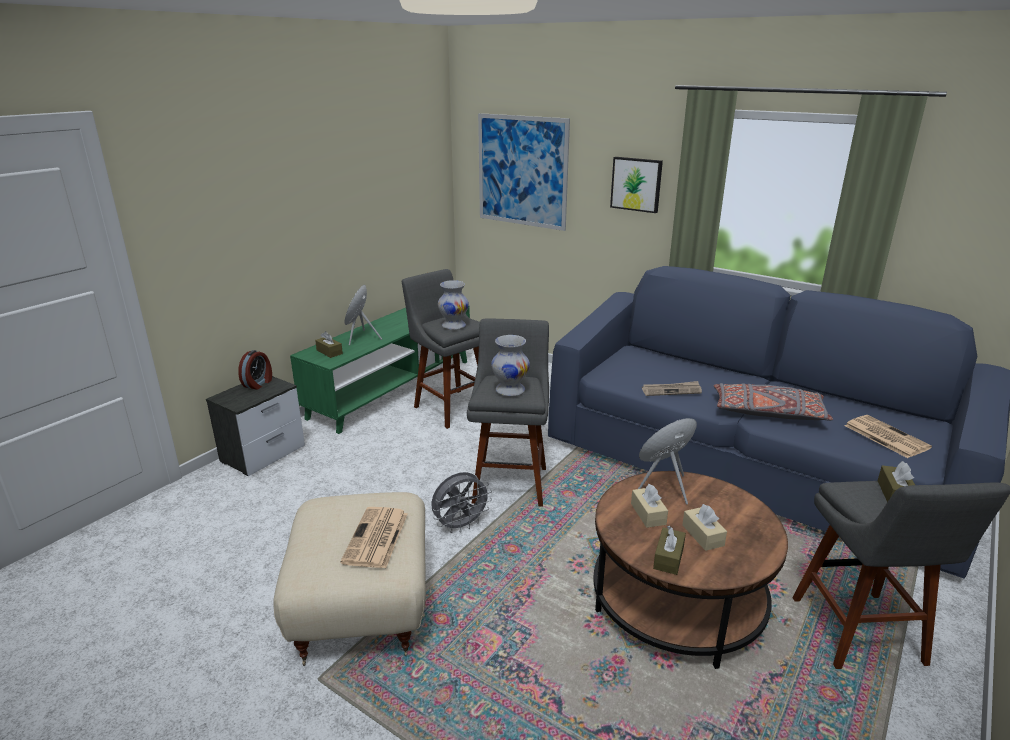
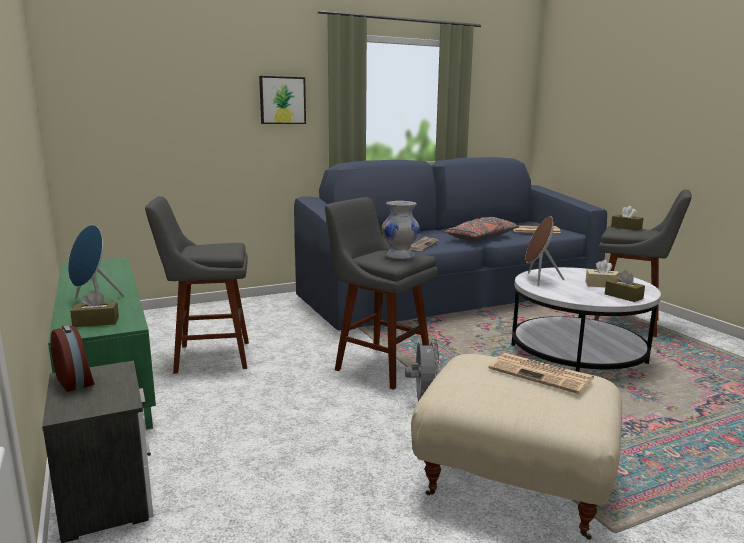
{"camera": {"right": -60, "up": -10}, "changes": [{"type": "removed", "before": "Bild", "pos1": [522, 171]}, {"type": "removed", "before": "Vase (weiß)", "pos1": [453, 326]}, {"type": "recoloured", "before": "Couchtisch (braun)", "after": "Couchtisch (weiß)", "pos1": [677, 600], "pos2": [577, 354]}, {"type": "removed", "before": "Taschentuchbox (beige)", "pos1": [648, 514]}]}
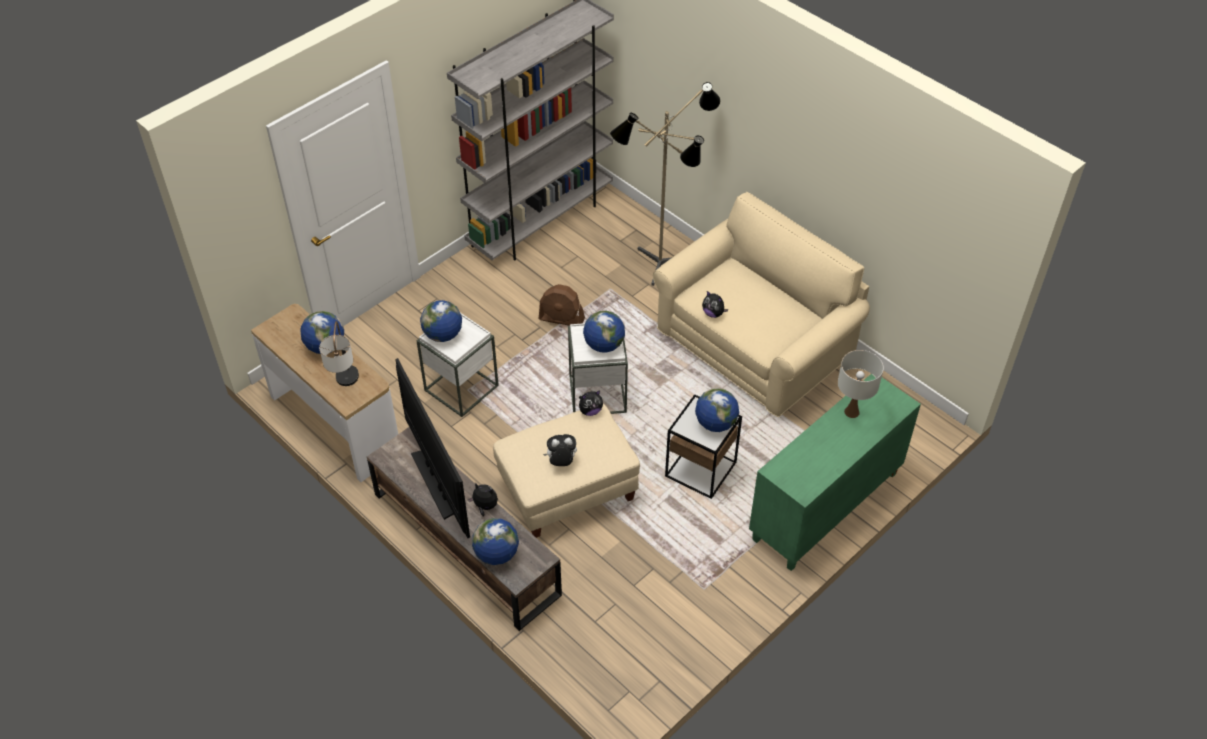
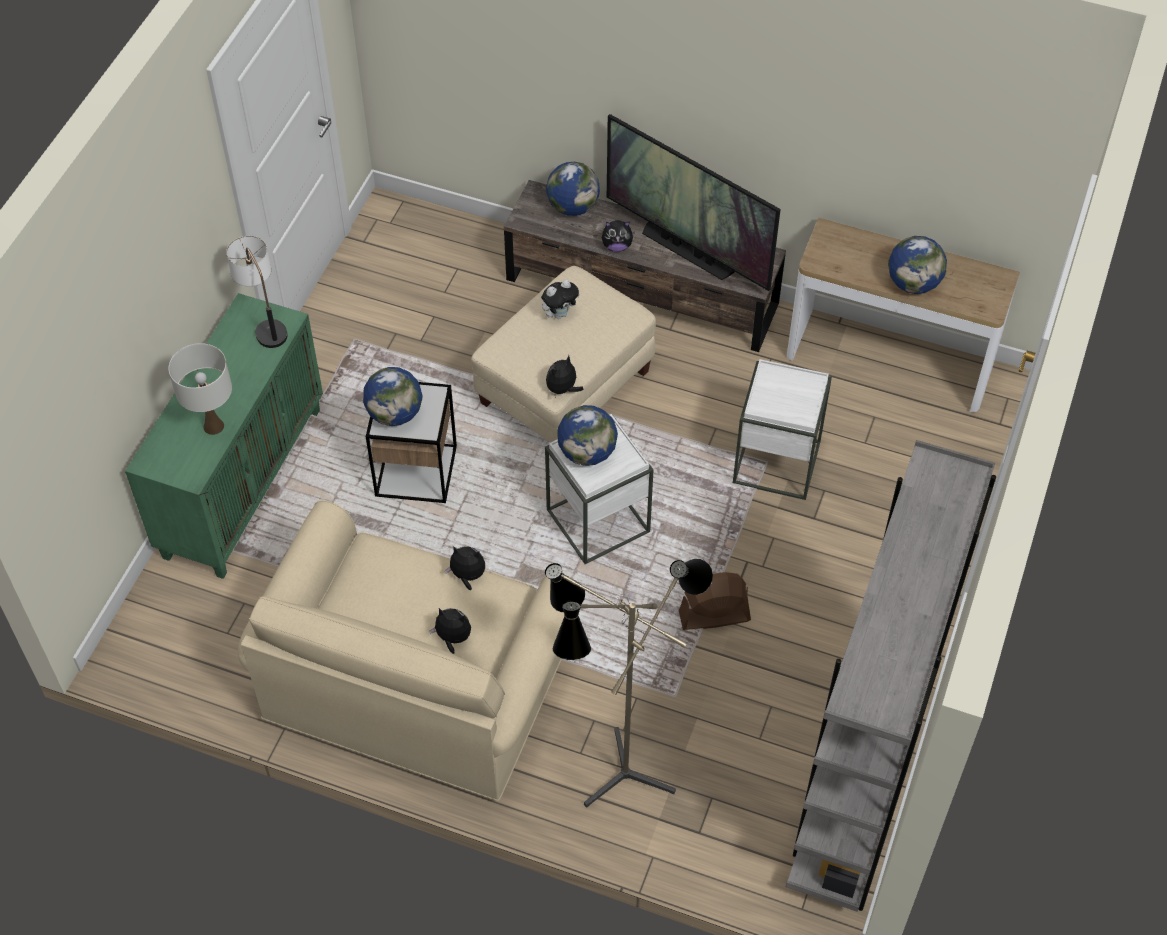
{"camera": {"right": 155, "up": 5}, "changes": [{"type": "removed", "before": "Globus", "pos1": [443, 335]}, {"type": "moved", "before": "Tischlampe", "pos1": [346, 386], "pos2": [265, 323]}, {"type": "added", "after": "Plüschtier", "pos2": [453, 638]}]}
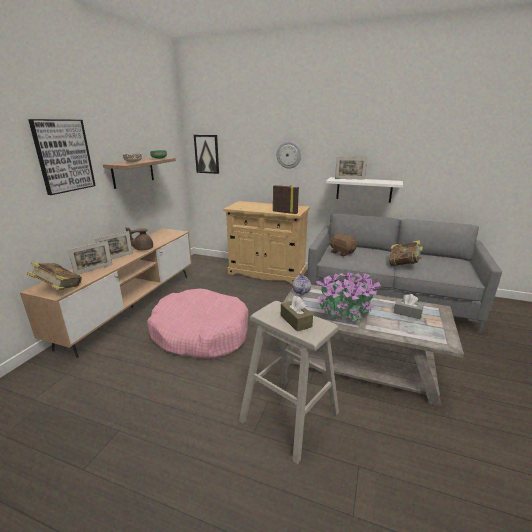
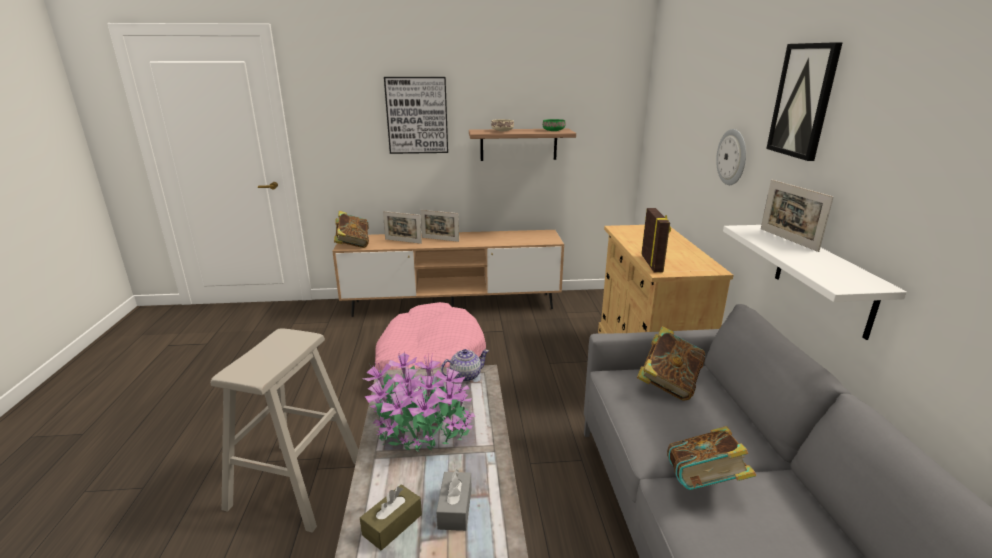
{"camera": {"right": 65, "up": 0}, "changes": [{"type": "moved", "before": "Bild", "pos1": [207, 154], "pos2": [803, 101]}, {"type": "removed", "before": "Teekanne (braun)", "pos1": [142, 249]}, {"type": "replaced", "before": "Plüschtier (braun)", "after": "Buch", "pos1": [342, 252], "pos2": [668, 384]}, {"type": "moved", "before": "Taschentuchbox (braun)", "pos1": [296, 321], "pos2": [392, 524]}]}
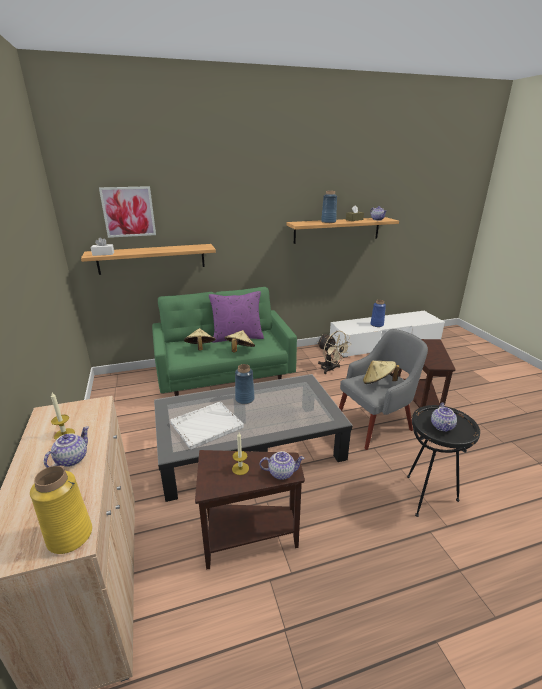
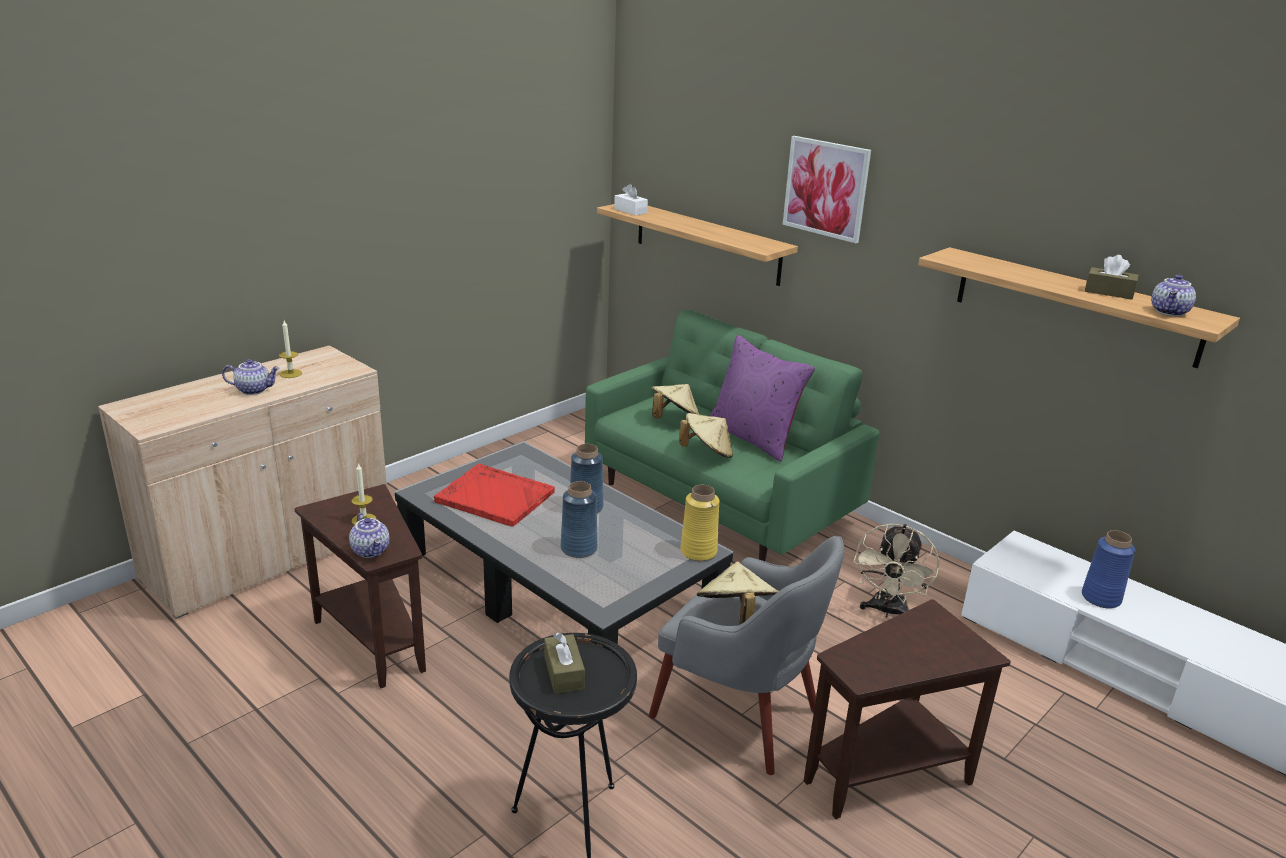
{"camera": {"right": 60, "up": 0}, "changes": [{"type": "moved", "before": "Bild", "pos1": [128, 212], "pos2": [826, 188]}, {"type": "moved", "before": "Vase (blau)", "pos1": [328, 222], "pos2": [579, 548]}, {"type": "recoloured", "before": "Tablett (weiß)", "after": "Tablett (rot)", "pos1": [206, 425], "pos2": [494, 496]}, {"type": "replaced", "before": "Teekanne", "after": "Taschentuchbox (braun)", "pos1": [442, 427], "pos2": [564, 673]}, {"type": "moved", "before": "Vase (gelb)", "pos1": [69, 536], "pos2": [698, 551]}]}
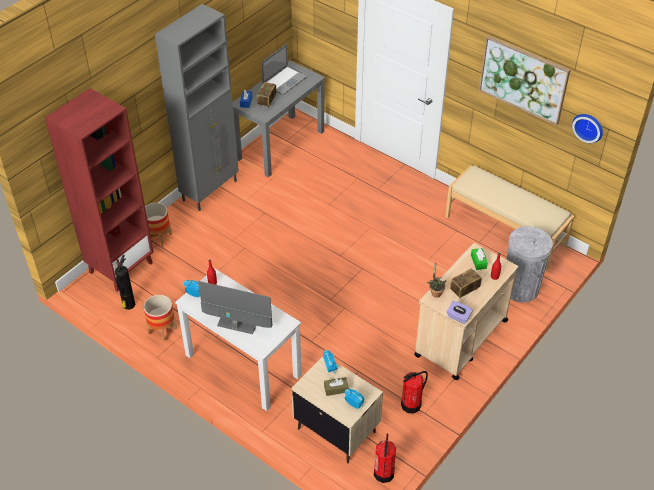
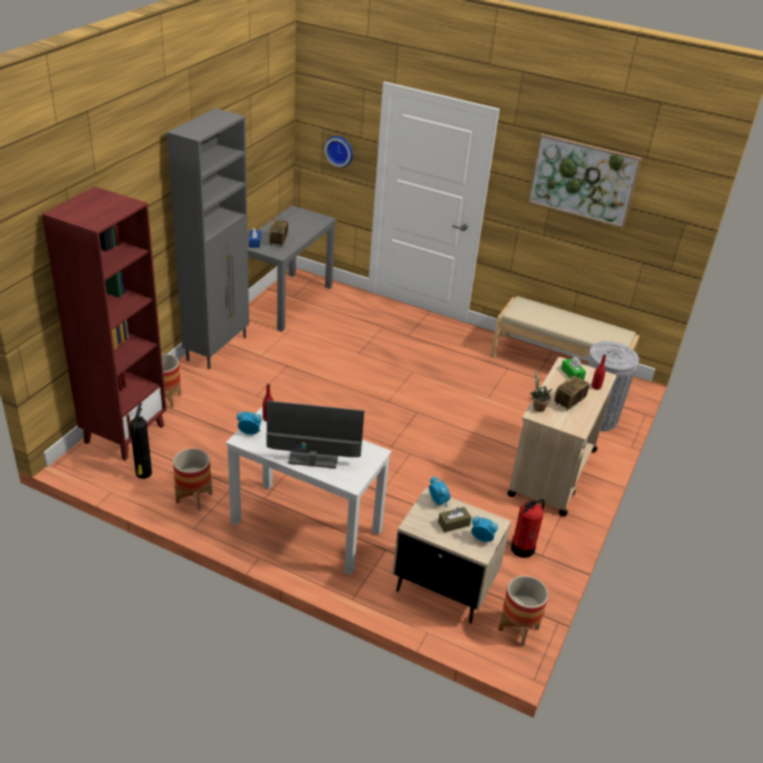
{"camera": {"right": -15, "up": -10}, "changes": [{"type": "removed", "before": "Laptop", "pos1": [285, 80]}, {"type": "moved", "before": "Wanduhr", "pos1": [588, 126], "pos2": [340, 150]}, {"type": "removed", "before": "Taschentuchbox (lila)", "pos1": [458, 317]}, {"type": "replaced", "before": "Feuerlöscher", "after": "Pflanzkübel", "pos1": [384, 473], "pos2": [518, 629]}]}
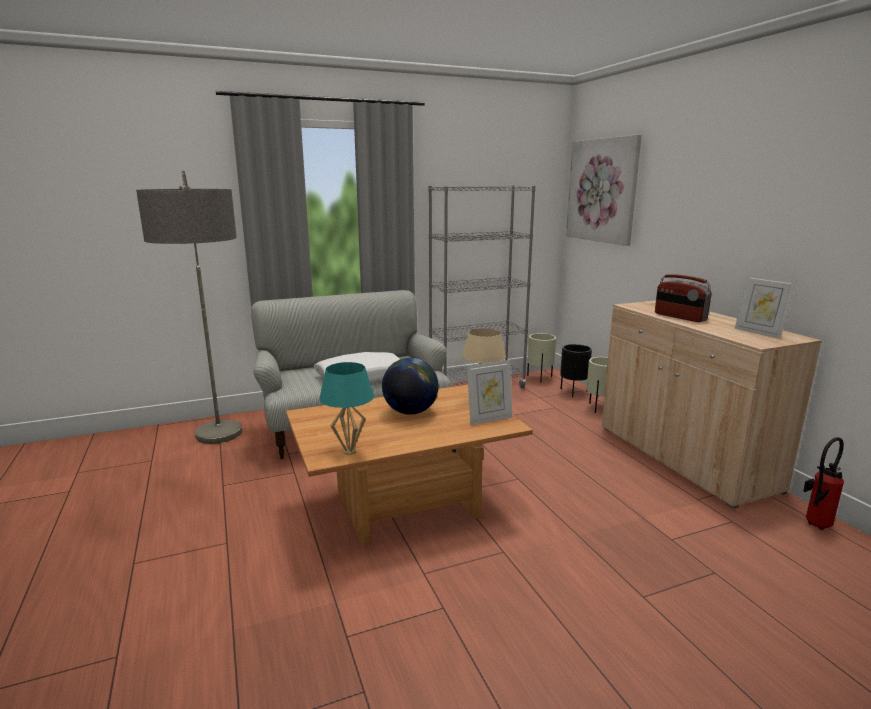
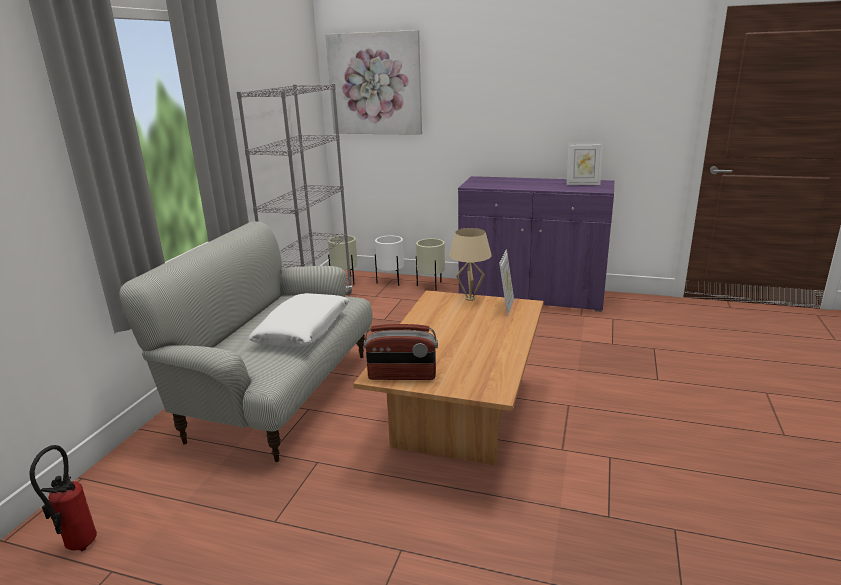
{"camera": {"right": -50, "up": 5}, "changes": [{"type": "removed", "before": "Stehlampe", "pos1": [220, 457]}, {"type": "moved", "before": "Radio", "pos1": [679, 317], "pos2": [402, 376]}, {"type": "recoloured", "before": "Schrank (beige)", "after": "Schrank (lila)", "pos1": [683, 457], "pos2": [531, 295]}, {"type": "recoloured", "before": "Pflanzkübel (schwarz)", "after": "Pflanzkübel (weiß)", "pos1": [573, 392], "pos2": [391, 282]}, {"type": "removed", "before": "Globus", "pos1": [410, 412]}, {"type": "removed", "before": "Tischlampe (türkis)", "pos1": [349, 451]}, {"type": "moved", "before": "Feuerlöscher", "pos1": [814, 525], "pos2": [77, 547]}]}
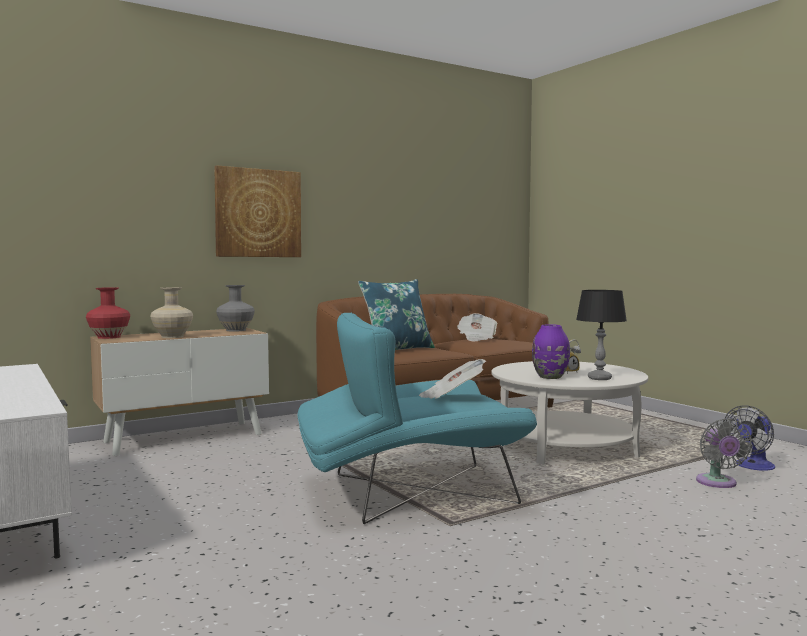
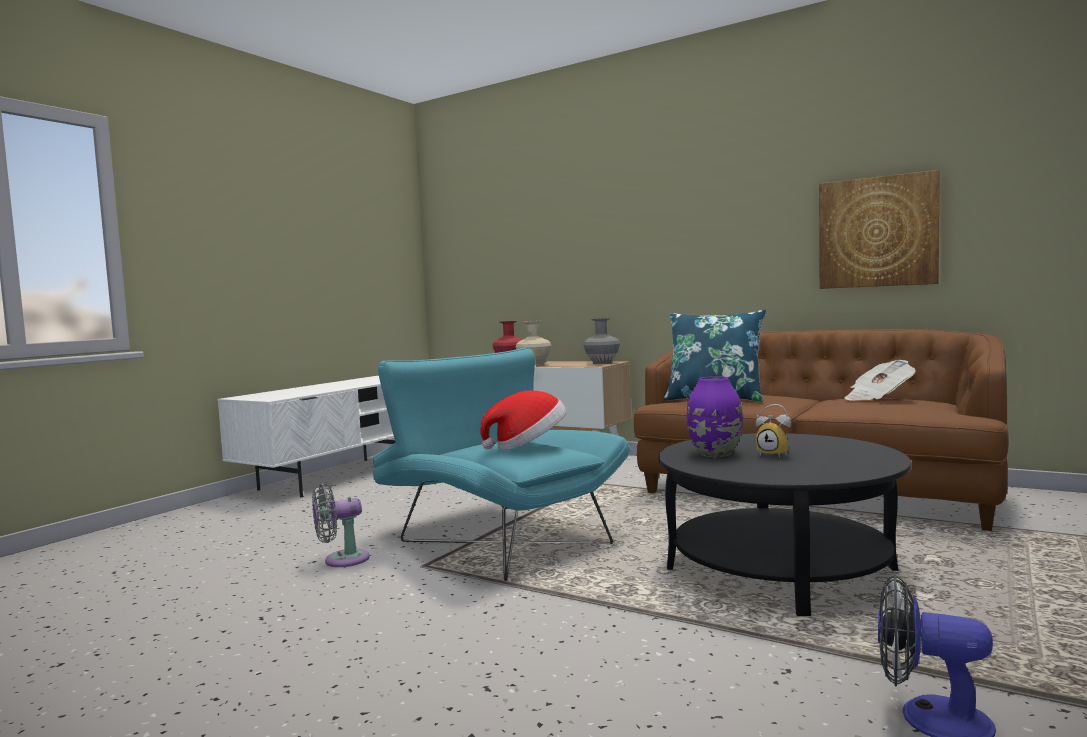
{"camera": {"right": 65, "up": 0}, "changes": [{"type": "moved", "before": "Bild", "pos1": [258, 213], "pos2": [877, 232]}, {"type": "removed", "before": "Tischlampe (schwarz)", "pos1": [599, 378]}, {"type": "replaced", "before": "Zeitung", "after": "Hut", "pos1": [452, 396], "pos2": [528, 446]}, {"type": "recoloured", "before": "Couchtisch (weiß)", "after": "Couchtisch (schwarz)", "pos1": [566, 446], "pos2": [780, 569]}, {"type": "moved", "before": "Ventilator (grau)", "pos1": [718, 483], "pos2": [342, 560]}]}
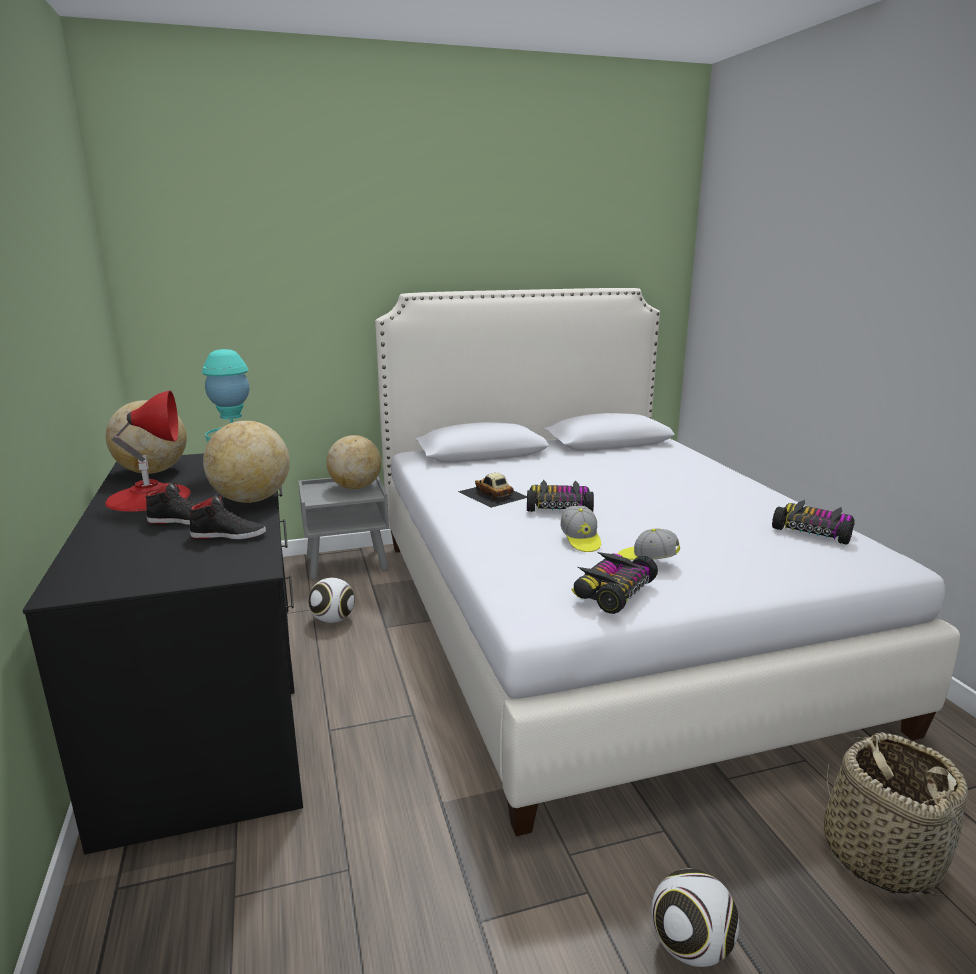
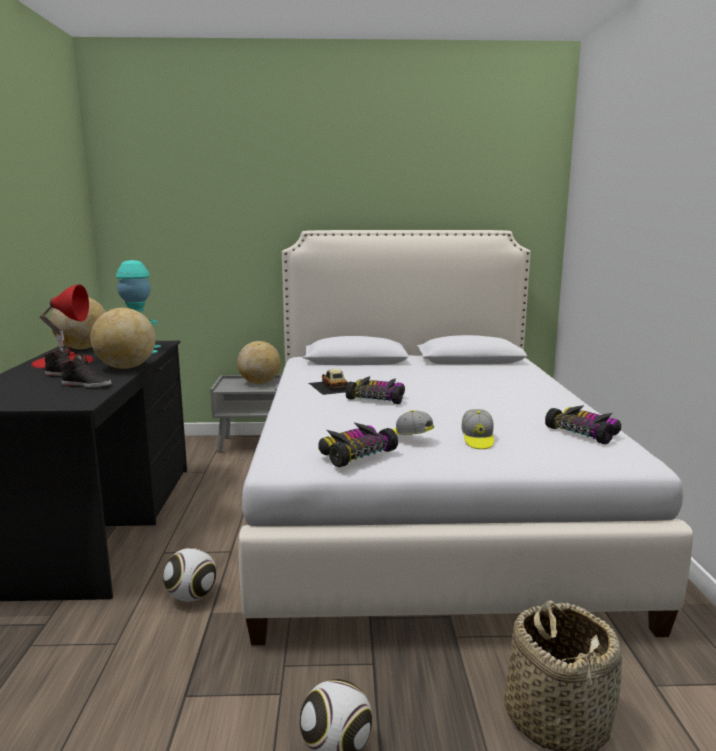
{"camera": {"right": 15, "up": -5}, "changes": [{"type": "moved", "before": "Kappe", "pos1": [580, 540], "pos2": [477, 439]}, {"type": "moved", "before": "Fußball", "pos1": [333, 620], "pos2": [191, 597]}]}
